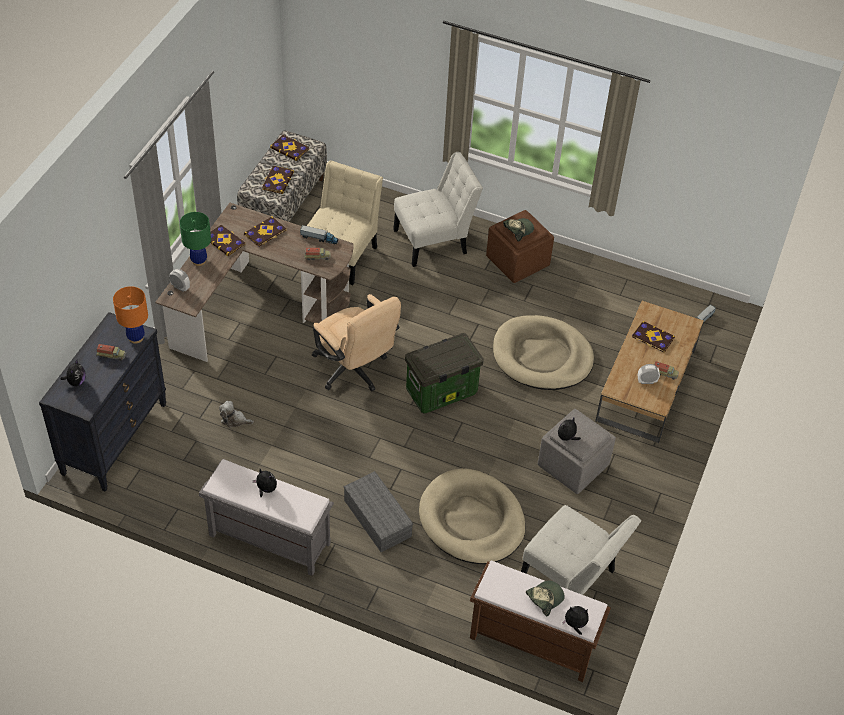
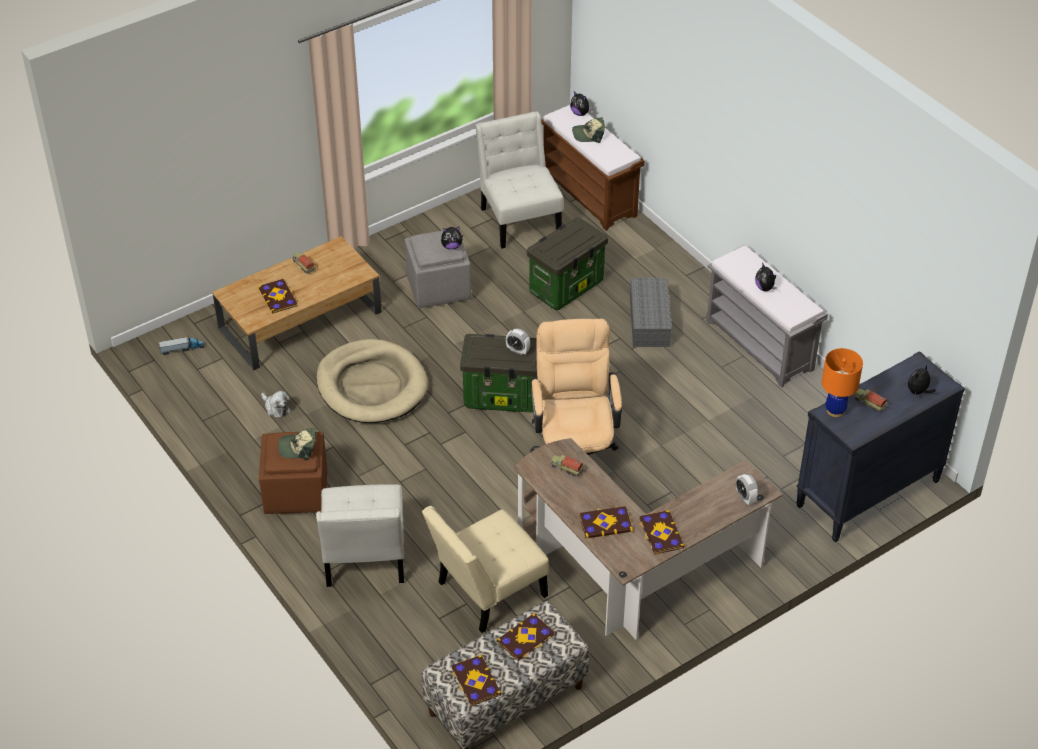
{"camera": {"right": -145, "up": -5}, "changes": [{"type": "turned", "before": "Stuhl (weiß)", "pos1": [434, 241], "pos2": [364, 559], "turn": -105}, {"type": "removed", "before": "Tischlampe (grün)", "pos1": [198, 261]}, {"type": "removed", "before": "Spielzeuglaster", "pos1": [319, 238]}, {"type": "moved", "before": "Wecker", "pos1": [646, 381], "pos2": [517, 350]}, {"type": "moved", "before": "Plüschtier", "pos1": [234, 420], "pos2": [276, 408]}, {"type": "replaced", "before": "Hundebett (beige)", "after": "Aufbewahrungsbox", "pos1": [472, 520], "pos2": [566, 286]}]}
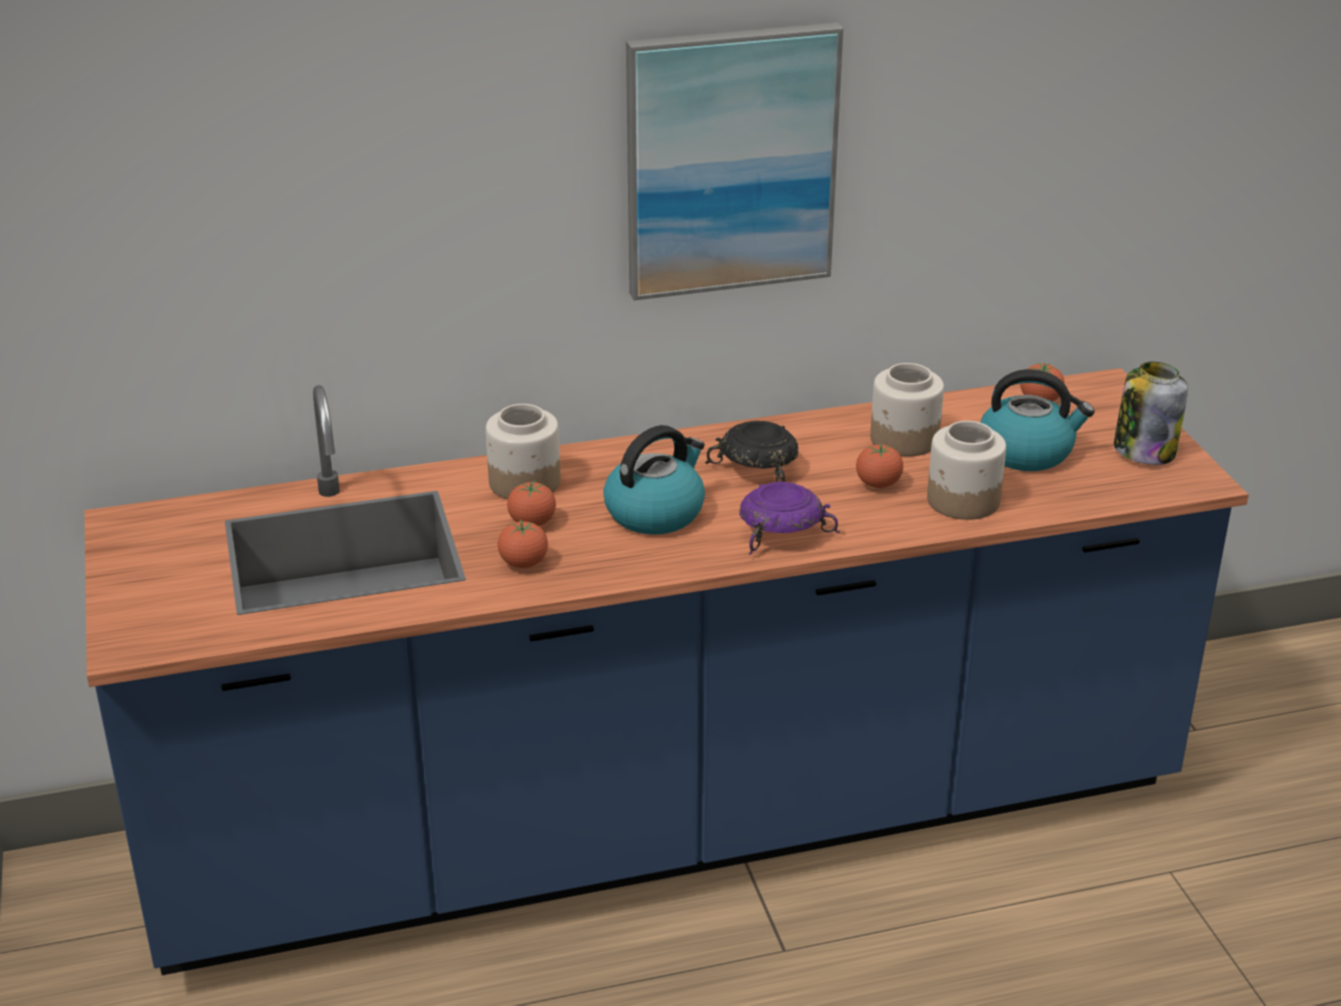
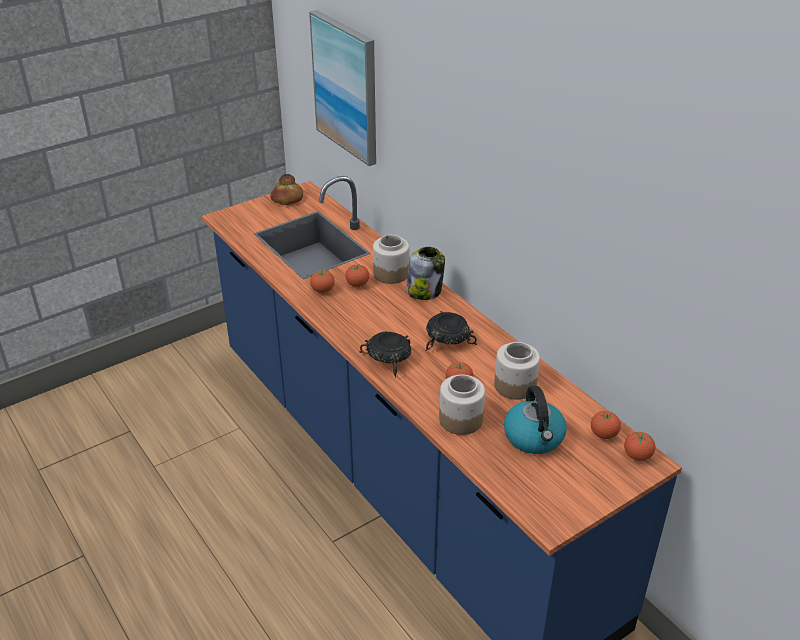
{"camera": {"right": 70, "up": 5}, "changes": [{"type": "moved", "before": "Bild", "pos1": [730, 161], "pos2": [346, 87]}, {"type": "moved", "before": "Vorratsglas", "pos1": [1143, 450], "pos2": [424, 291]}, {"type": "removed", "before": "Wasserkessel", "pos1": [655, 512]}, {"type": "recoloured", "before": "Schüssel (lila)", "after": "Schüssel (schwarz)", "pos1": [782, 534], "pos2": [388, 360]}, {"type": "added", "after": "Brot", "pos2": [287, 199]}, {"type": "added", "after": "Tomate", "pos2": [637, 456]}]}
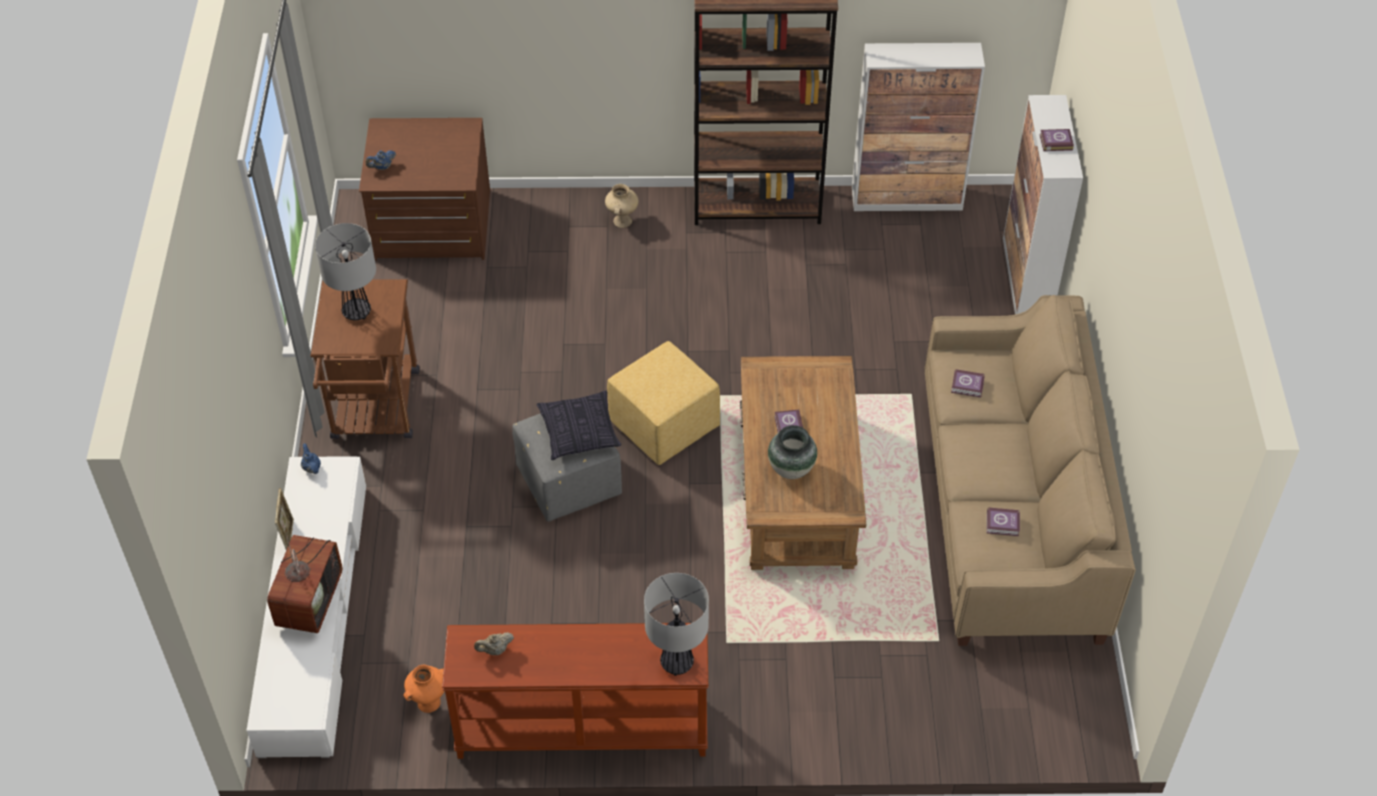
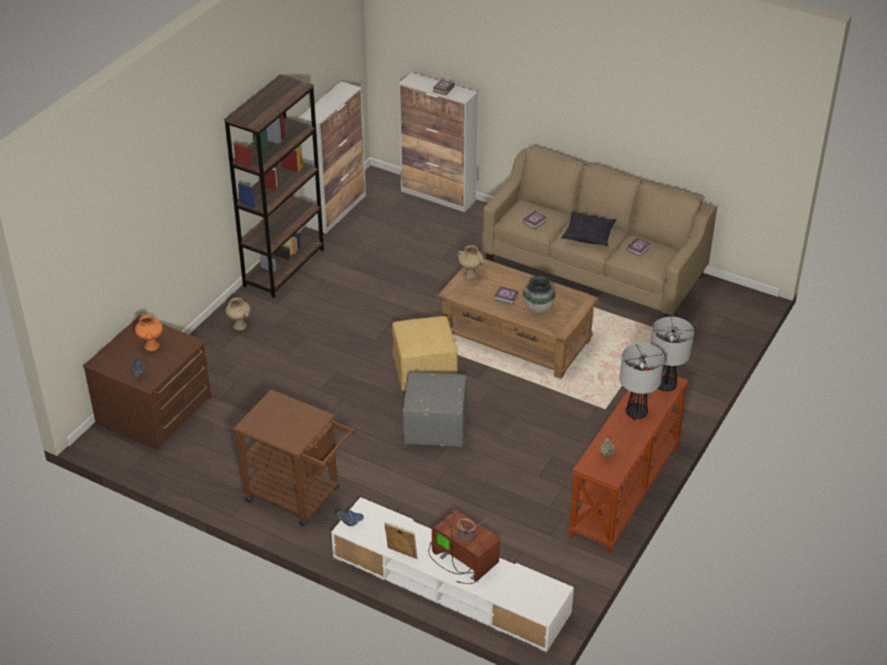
{"camera": {"right": -60, "up": -10}, "changes": [{"type": "moved", "before": "Tischlampe", "pos1": [356, 312], "pos2": [636, 413]}, {"type": "moved", "before": "Kissen", "pos1": [579, 433], "pos2": [588, 235]}, {"type": "moved", "before": "Vase (orange)", "pos1": [429, 702], "pos2": [151, 345]}, {"type": "added", "after": "Vase (beige)", "pos2": [470, 275]}]}
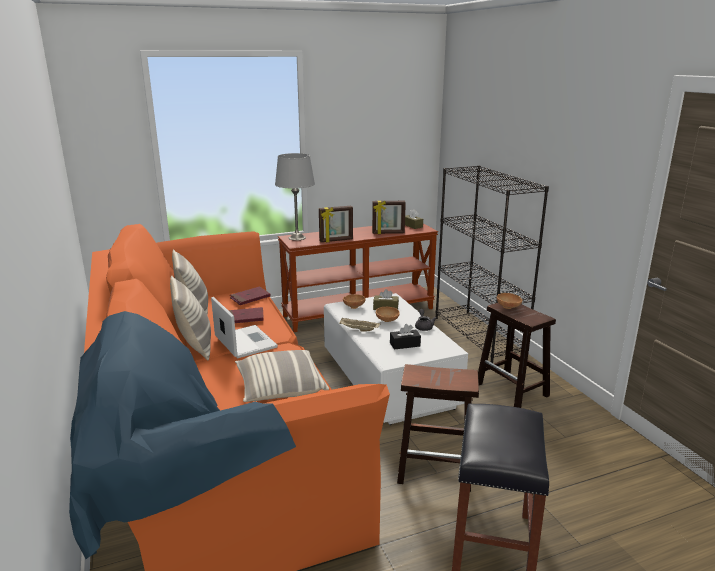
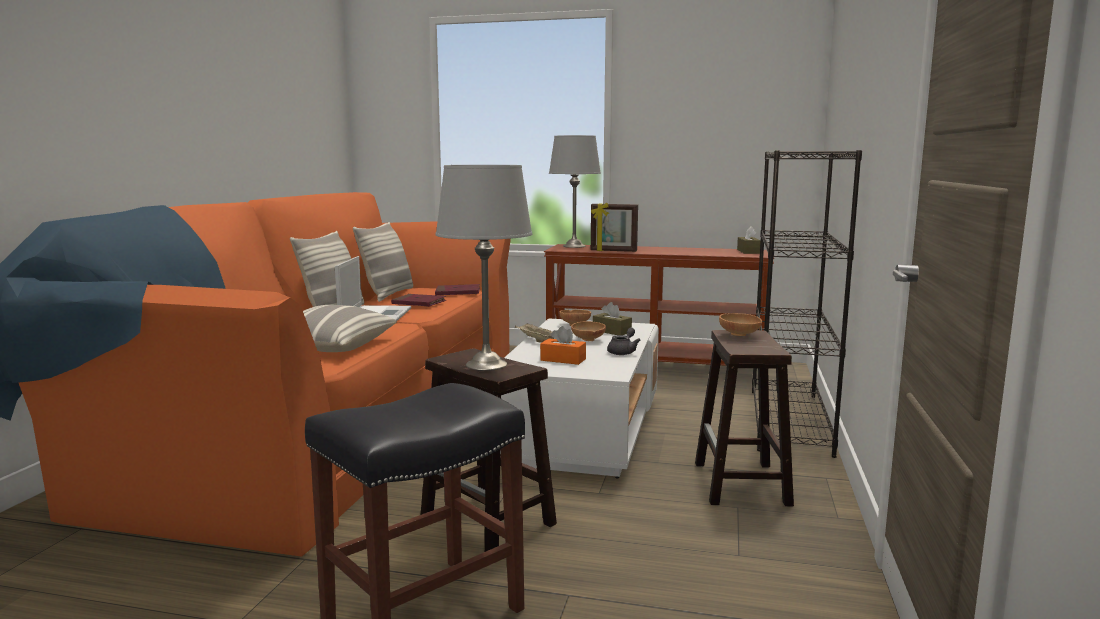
{"camera": {"right": 35, "up": -10}, "changes": [{"type": "removed", "before": "Bilderrahmen", "pos1": [388, 233]}, {"type": "recoloured", "before": "Taschentuchbox (schwarz)", "after": "Taschentuchbox (orange)", "pos1": [405, 344], "pos2": [563, 360]}, {"type": "added", "after": "Tischlampe (grau)", "pos2": [485, 365]}]}
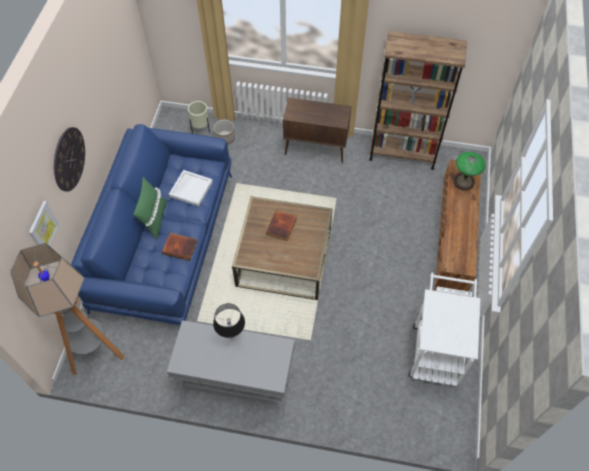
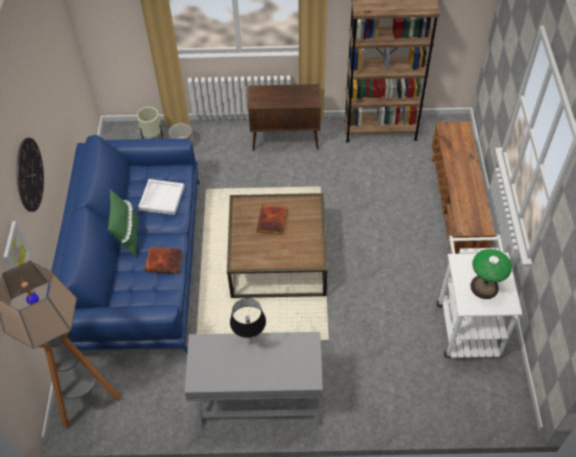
{"camera": {"right": -10, "up": -5}, "changes": [{"type": "moved", "before": "Tischlampe", "pos1": [464, 181], "pos2": [484, 286]}]}
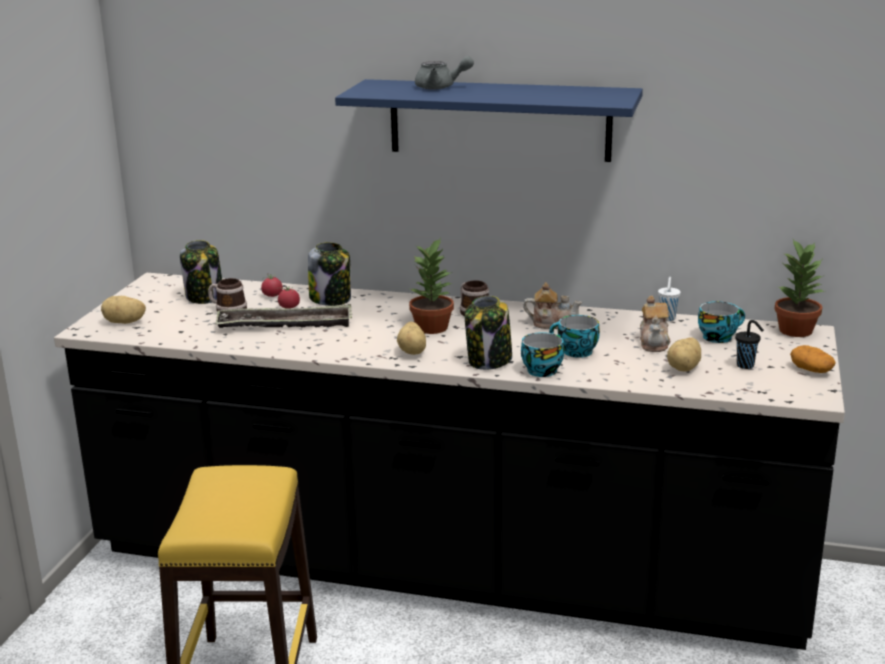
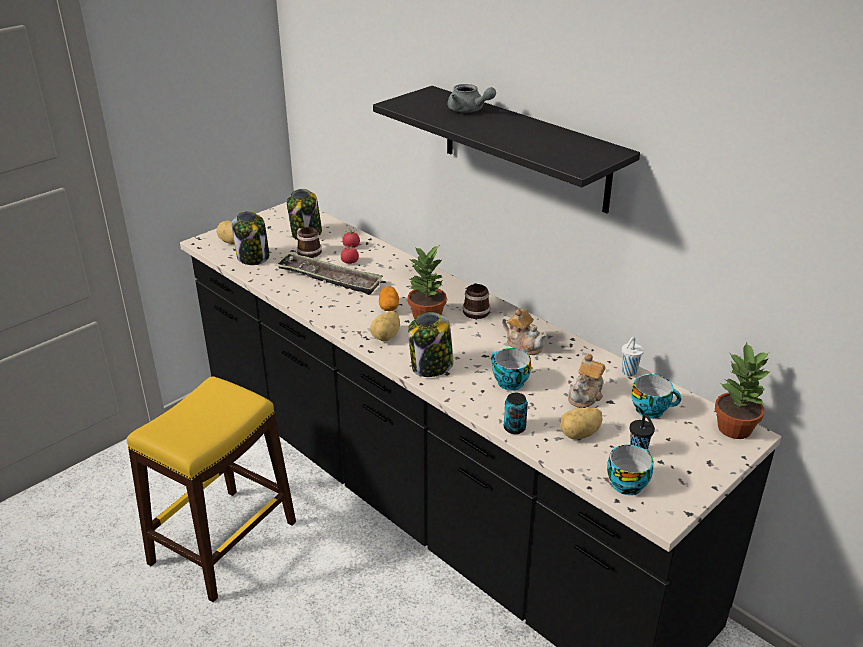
{"camera": {"right": 30, "up": 10}, "changes": [{"type": "recoloured", "before": "Wandregal (blau)", "after": "Wandregal (schwarz)", "pos1": [499, 120], "pos2": [524, 148]}, {"type": "moved", "before": "Vorratsglas", "pos1": [331, 299], "pos2": [253, 257]}, {"type": "moved", "before": "Tasse", "pos1": [541, 370], "pos2": [627, 483]}, {"type": "moved", "before": "Kartoffel", "pos1": [811, 370], "pos2": [389, 306]}, {"type": "added", "after": "Dose", "pos2": [514, 428]}]}
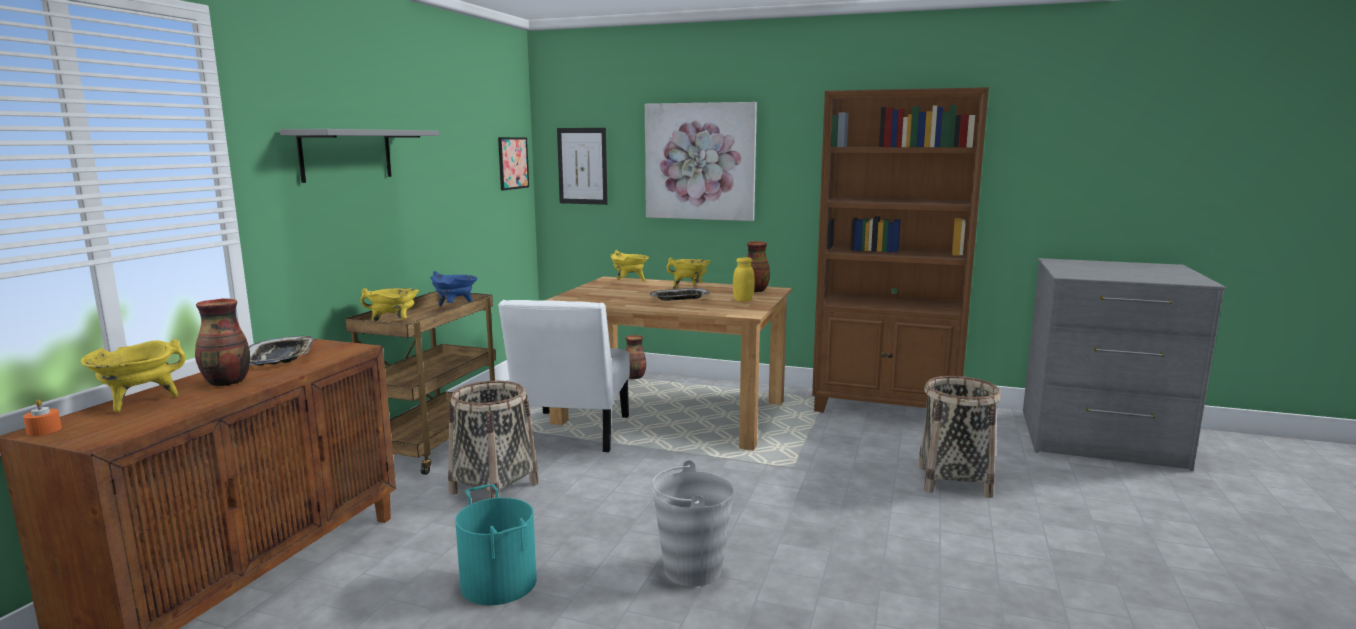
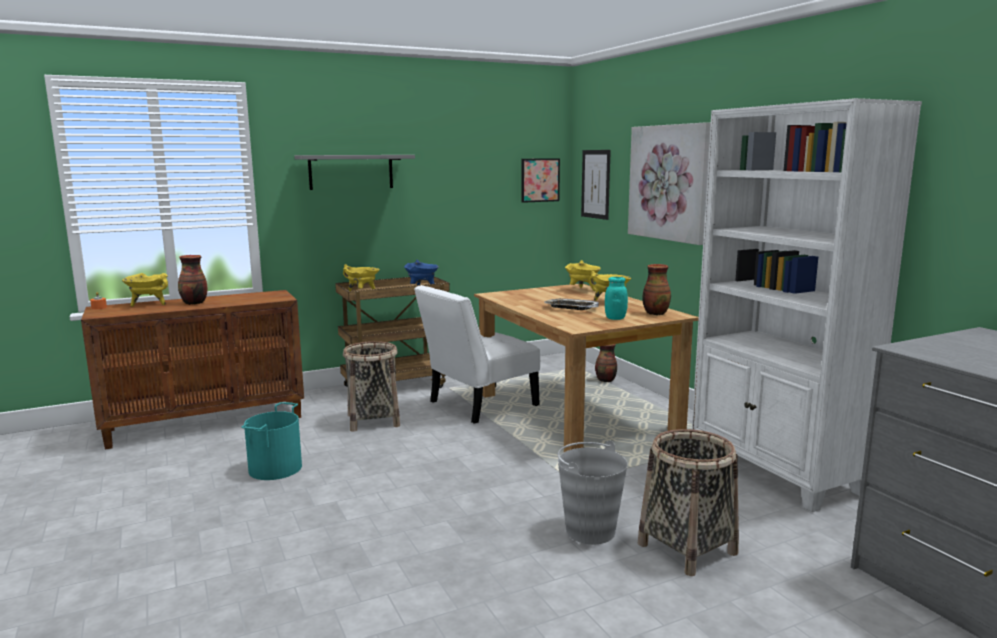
{"camera": {"right": 45, "up": 0}, "changes": [{"type": "recoloured", "before": "Bücherregal (braun)", "after": "Bücherregal (weiß)", "pos1": [886, 409], "pos2": [775, 471]}, {"type": "recoloured", "before": "Vorratsglas (gelb)", "after": "Vorratsglas (türkis)", "pos1": [743, 300], "pos2": [615, 318]}, {"type": "removed", "before": "Tablett", "pos1": [280, 357]}, {"type": "moved", "before": "Eimer (grau)", "pos1": [691, 569], "pos2": [590, 531]}]}
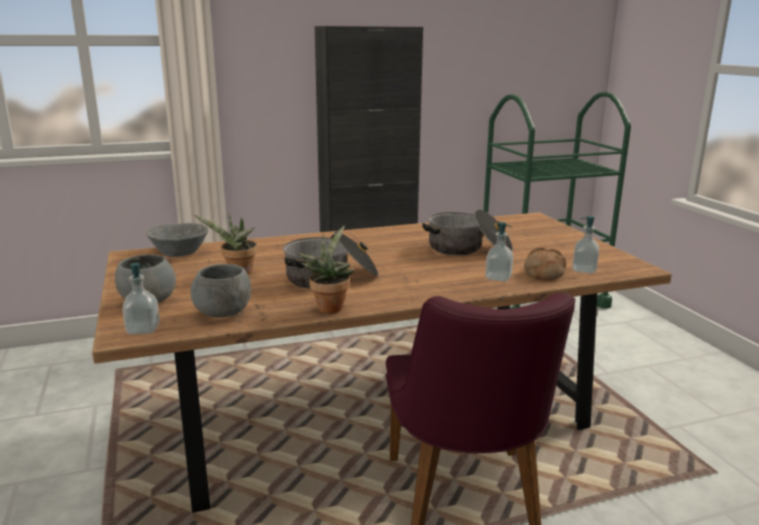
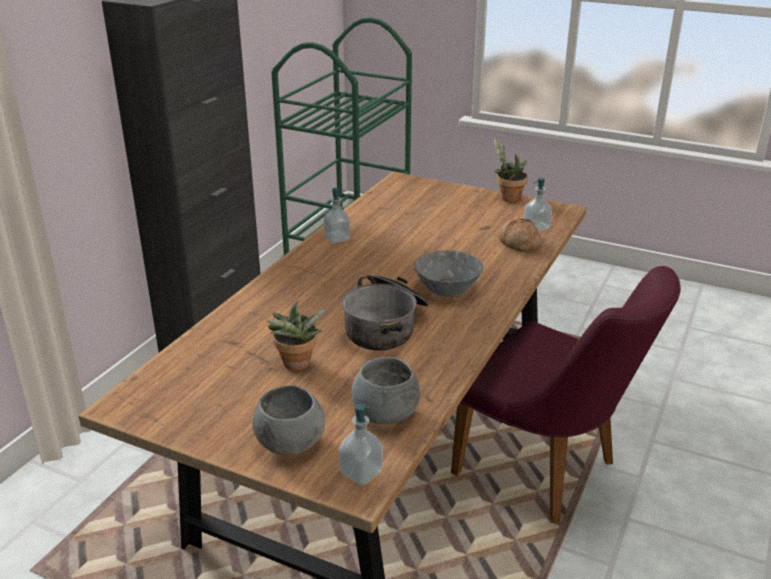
{"camera": {"right": -45, "up": 10}, "changes": [{"type": "removed", "before": "Kochtopf", "pos1": [468, 249]}, {"type": "moved", "before": "Seifenspender", "pos1": [498, 278], "pos2": [337, 238]}, {"type": "moved", "before": "Schüssel (grau)", "pos1": [180, 253], "pos2": [447, 288]}, {"type": "moved", "before": "Topfpflanze", "pos1": [329, 306], "pos2": [507, 197]}]}
